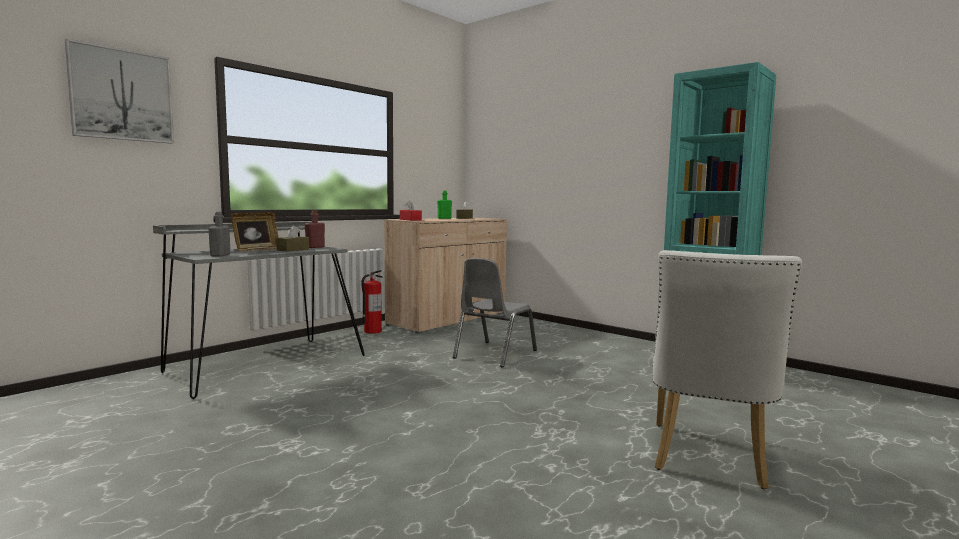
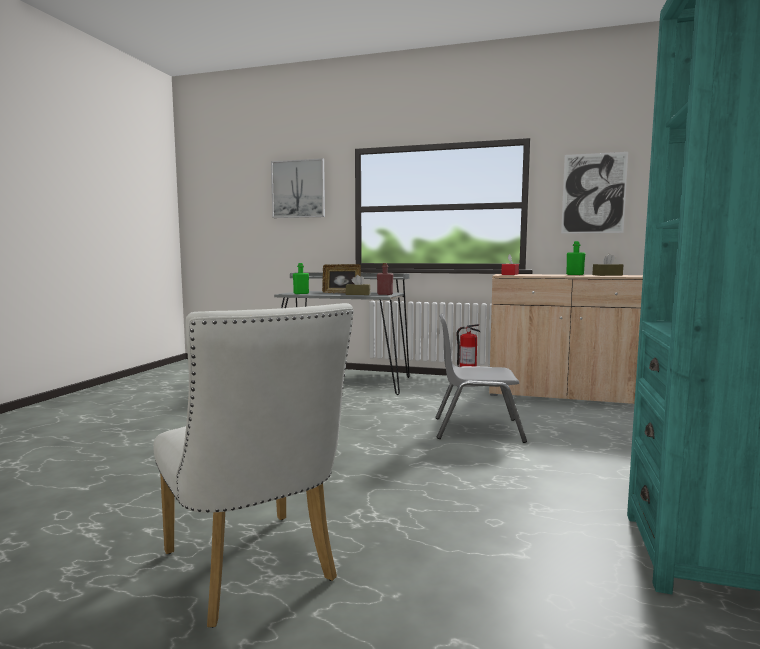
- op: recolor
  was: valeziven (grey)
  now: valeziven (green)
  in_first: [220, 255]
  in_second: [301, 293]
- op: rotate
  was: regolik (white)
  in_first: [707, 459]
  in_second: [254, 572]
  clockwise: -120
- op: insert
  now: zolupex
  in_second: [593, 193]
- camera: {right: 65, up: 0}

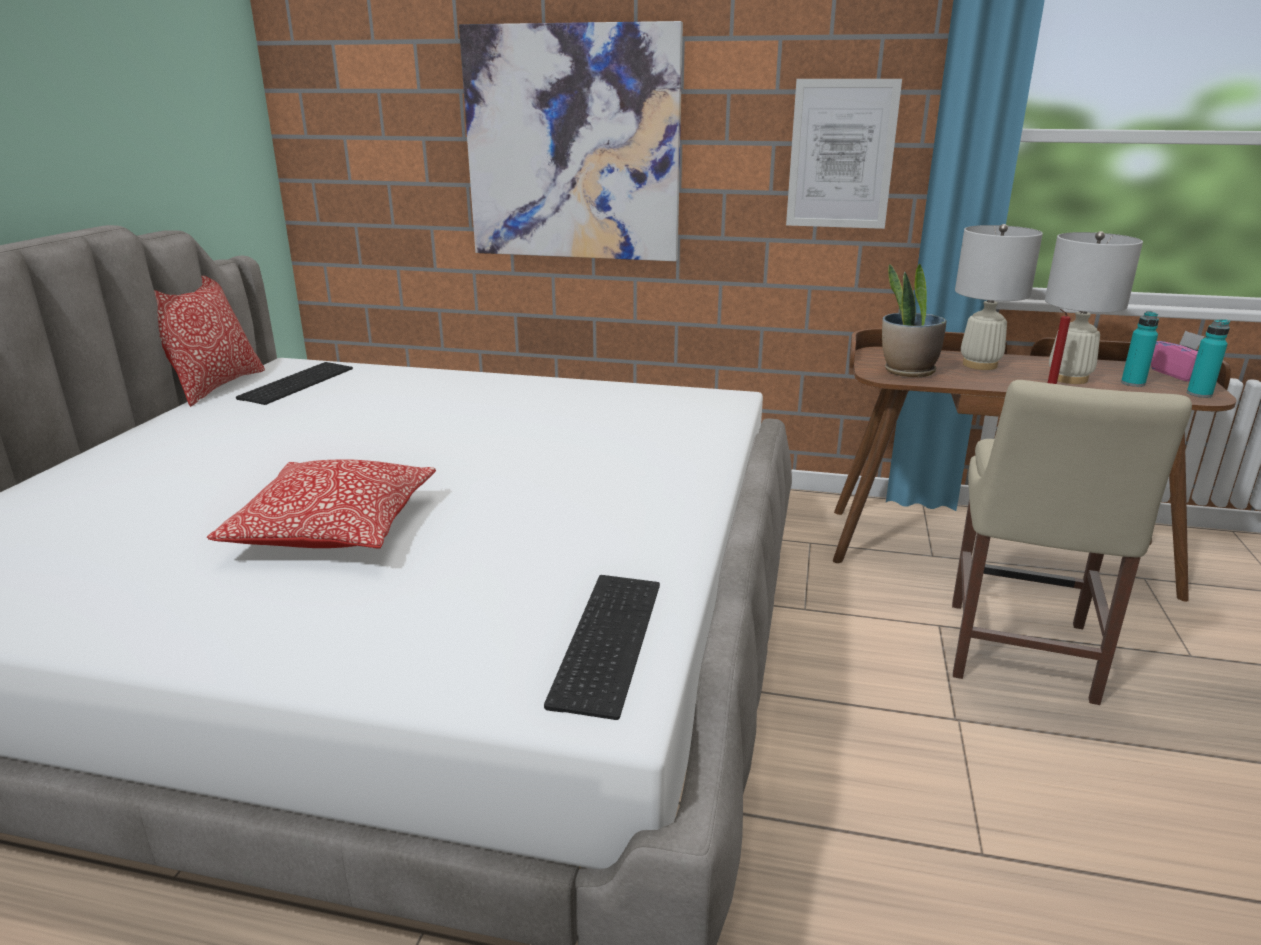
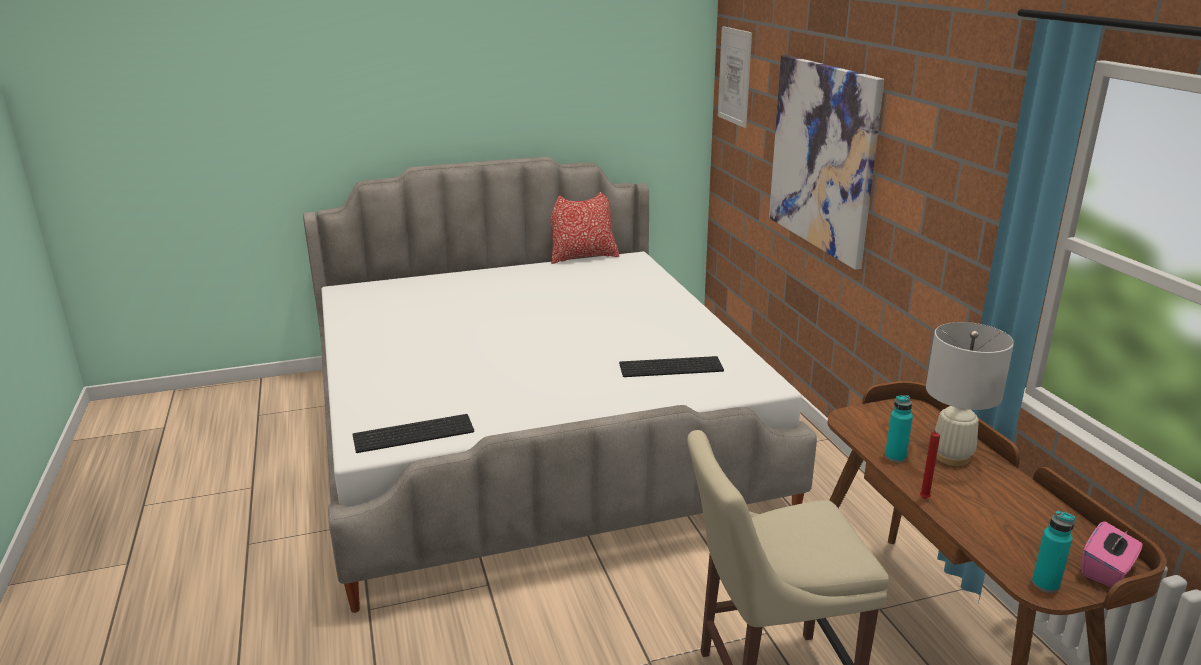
- op: move
  was: zolupex
  in_first: [841, 155]
  in_second: [734, 76]
- op: delete
  was: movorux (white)
  in_first: [1068, 378]
- op: delete
  was: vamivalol
  in_first: [907, 371]
- op: move
  was: valeziven (turquoise)
  in_first: [1133, 383]
  in_second: [895, 457]
- op: move
  was: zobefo
  in_first: [296, 382]
  in_second: [671, 366]
- op: delete
  was: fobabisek
  in_first: [334, 529]
- camera: {right: 60, up: 0}

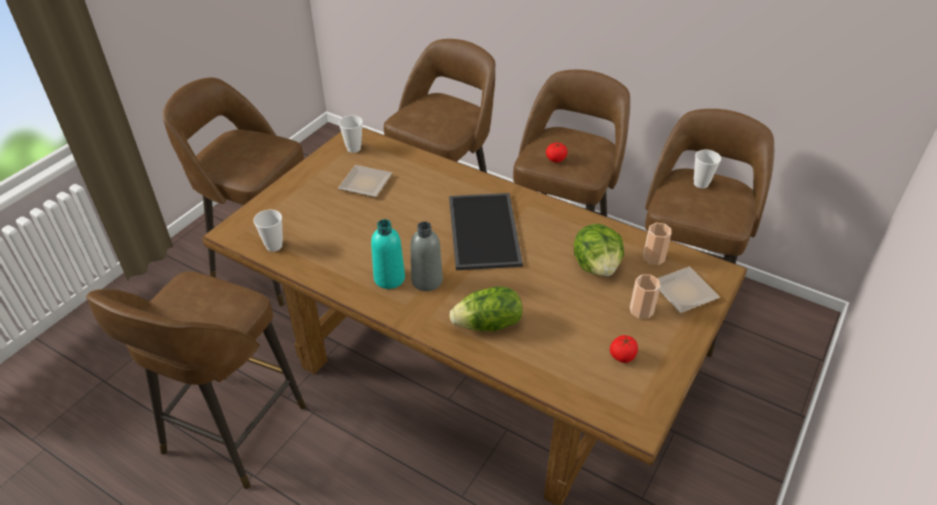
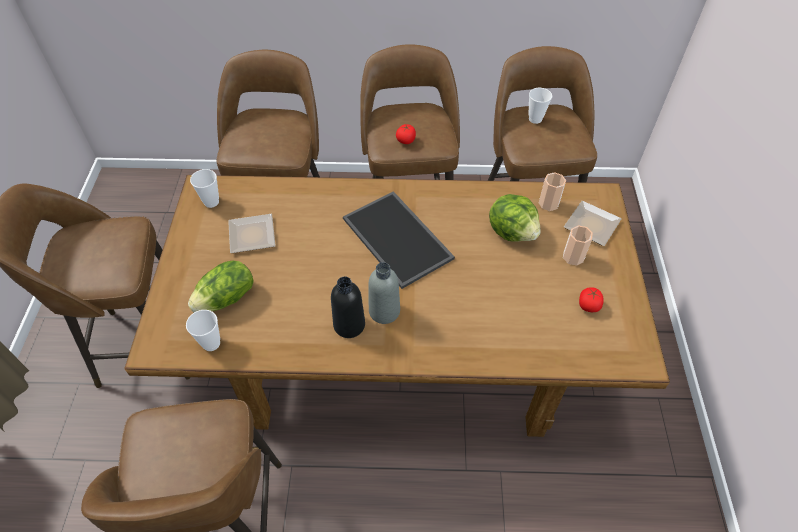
- op: recolor
  was: valeziven (turquoise)
  now: valeziven (black)
  in_first: [389, 278]
  in_second: [349, 325]
- op: move
  was: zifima
  in_first: [488, 324]
  in_second: [227, 298]
- camera: {right: -30, up: 10}

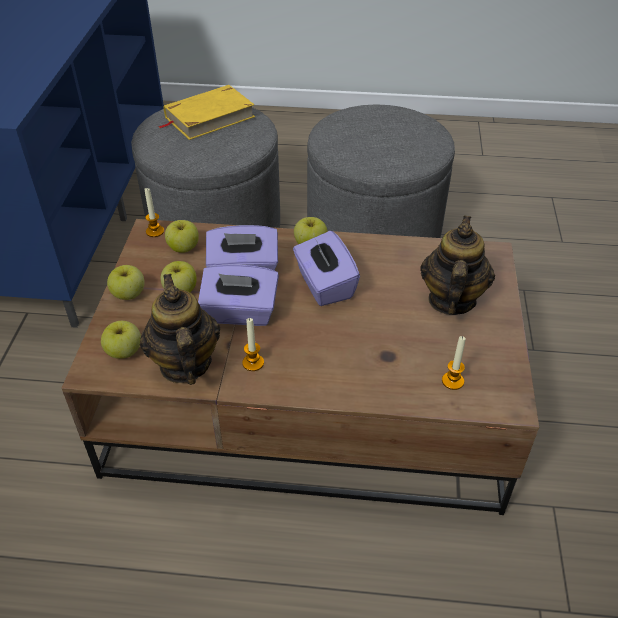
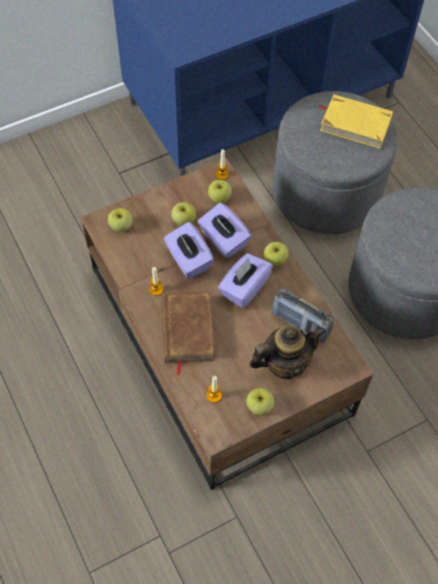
- op: move
  was: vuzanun
  in_first: [129, 294]
  in_second: [259, 406]
- op: delete
  was: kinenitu
  in_first: [184, 364]
- op: insert
  now: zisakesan
  in_second: [300, 324]
- op: insert
  now: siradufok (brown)
  in_second: [187, 330]
- camera: {right: 55, up: 15}

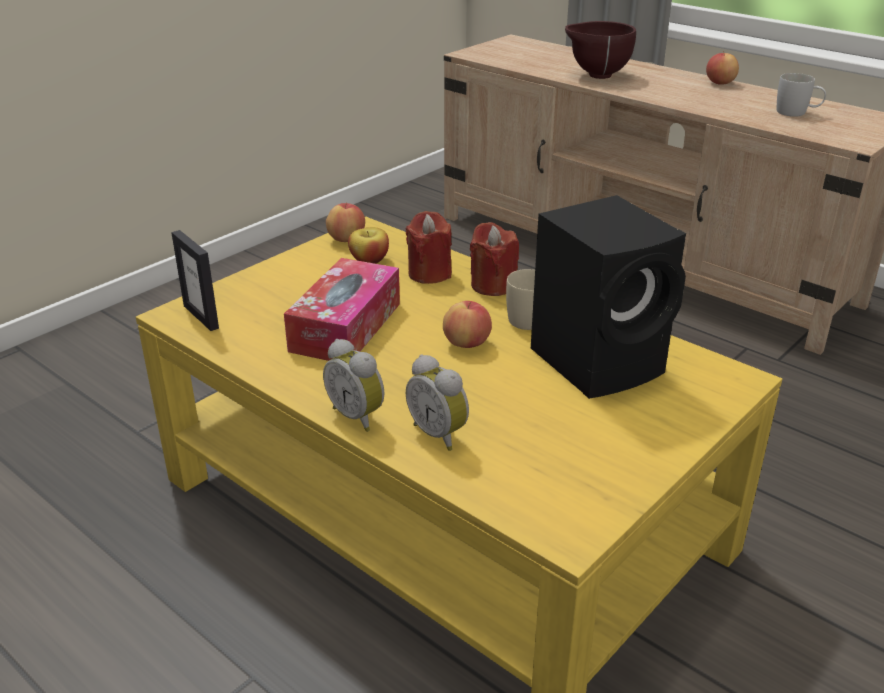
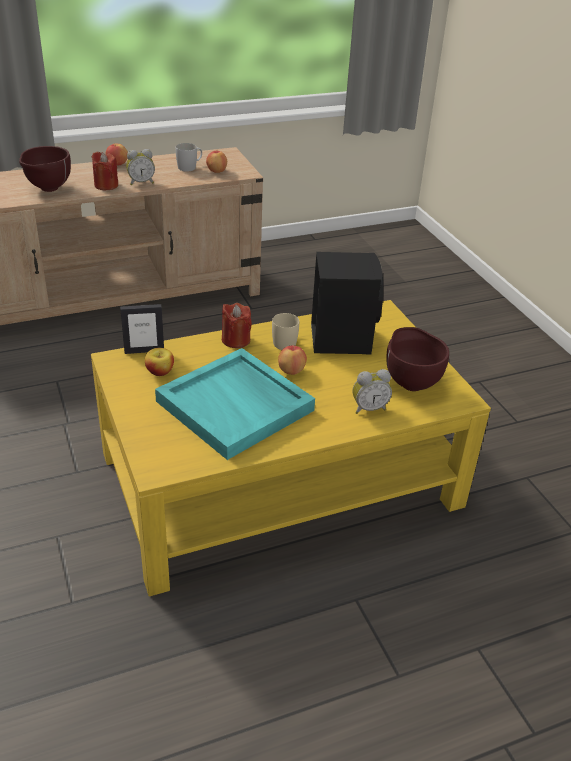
- op: move
  was: vuzanun
  in_first: [346, 239]
  in_second: [217, 171]
- op: move
  was: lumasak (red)
  in_first: [429, 273]
  in_second: [106, 185]
- op: move
  was: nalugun
  in_first: [201, 317]
  in_second: [144, 350]
- op: replace
  was: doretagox
  now: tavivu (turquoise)
  in_first: [346, 327]
  in_second: [236, 406]
- op: move
  was: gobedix
  in_first: [358, 416]
  in_second: [141, 182]
- op: insert
  now: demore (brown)
  in_second: [411, 383]
- camera: {right: -65, up: 5}

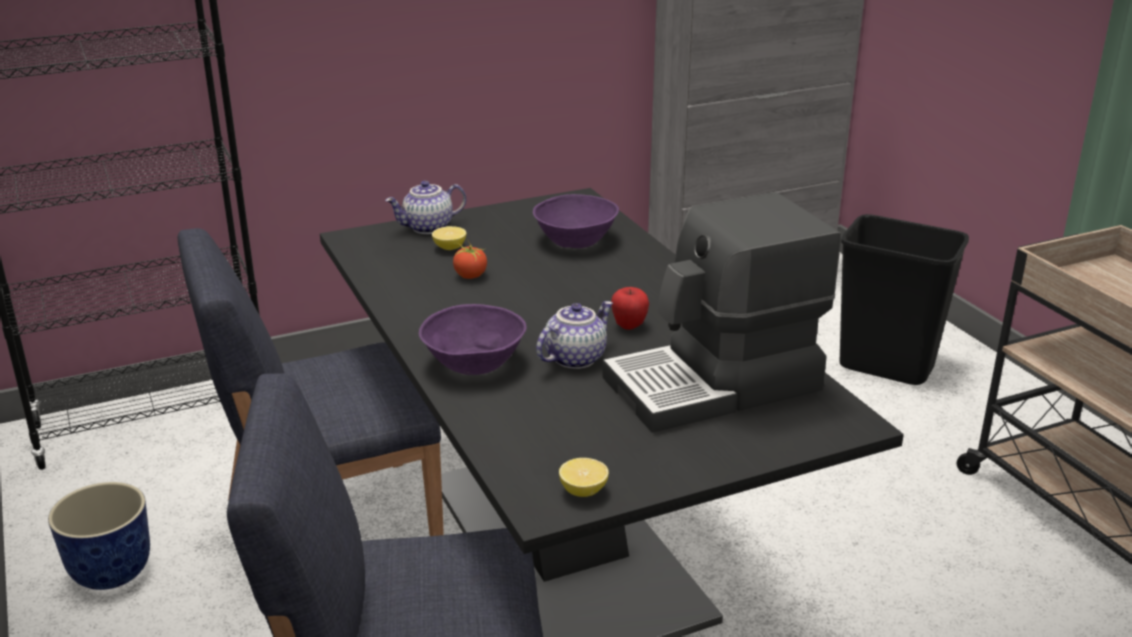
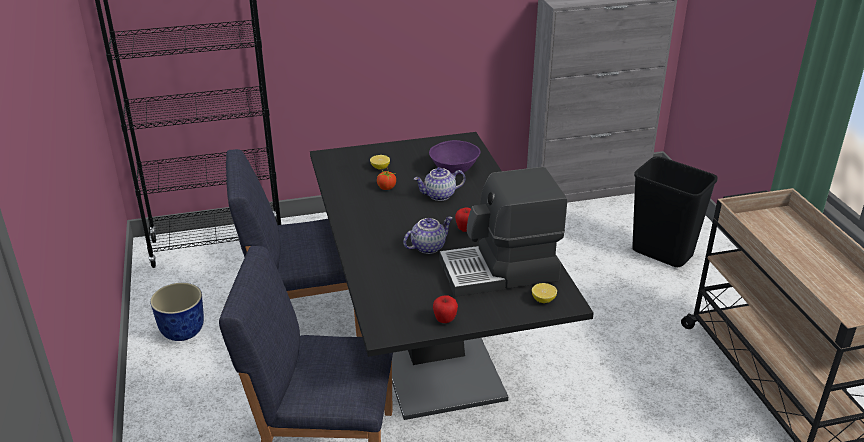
- op: move
  was: kinenitu
  in_first: [428, 228]
  in_second: [439, 196]
- op: delete
  was: demore (purple)
  in_first: [475, 364]
- op: move
  was: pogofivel
  in_first: [583, 491]
  in_second: [543, 300]
- op: insert
  now: vuzanun
  in_second: [445, 320]
- camera: {right: 10, up: 5}

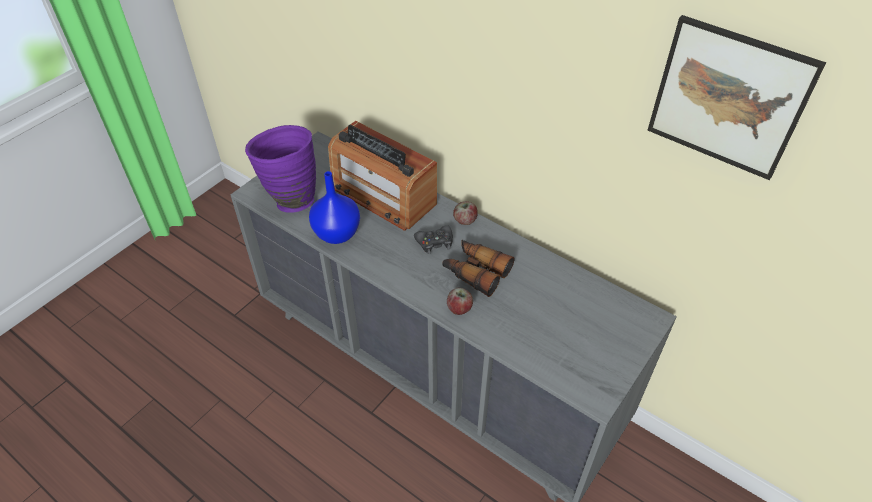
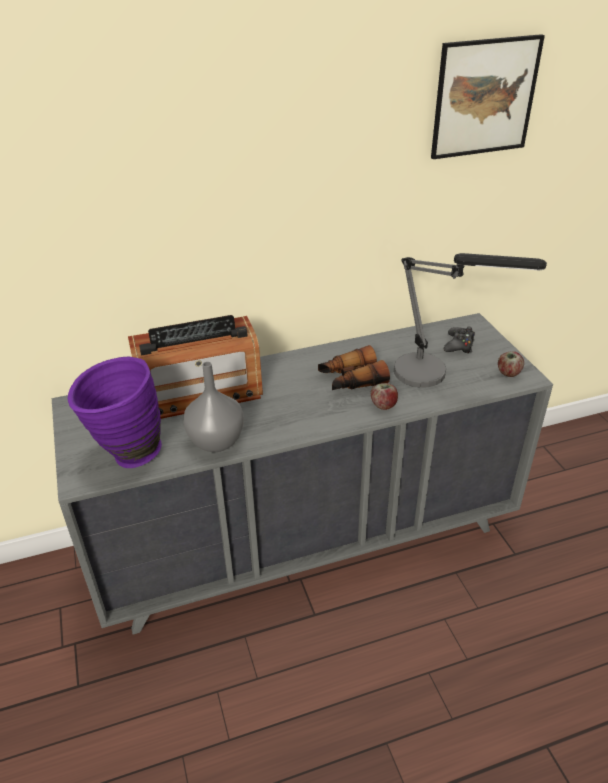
- op: recolor
  was: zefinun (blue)
  now: zefinun (grey)
  in_first: [338, 234]
  in_second: [217, 441]
- op: move
  was: vuzanun
  in_first: [465, 220]
  in_second: [508, 373]
- op: move
  was: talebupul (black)
  in_first: [435, 242]
  in_second: [459, 345]
- op: insert
  now: movorux
  in_second: [435, 375]
- camera: {right: -55, up: -10}

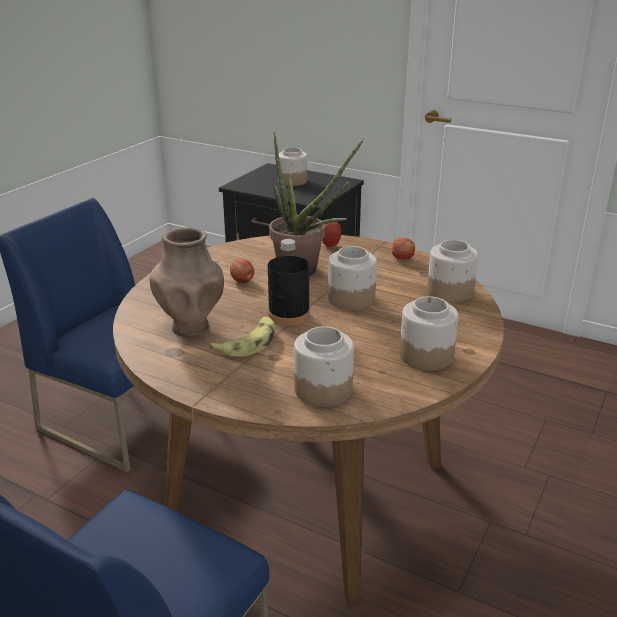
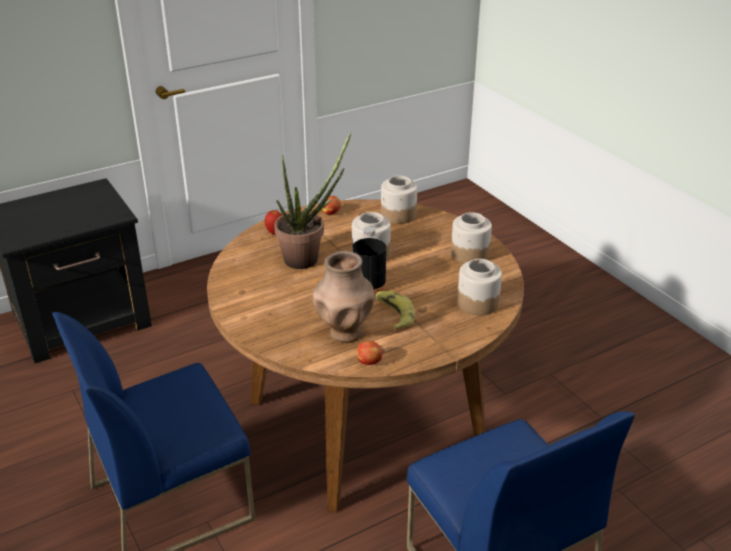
- op: delete
  was: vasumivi
  in_first: [292, 181]
- op: move
  was: vuzanun
  in_first: [242, 281]
  in_second: [369, 362]
- camera: {right: -60, up: 5}

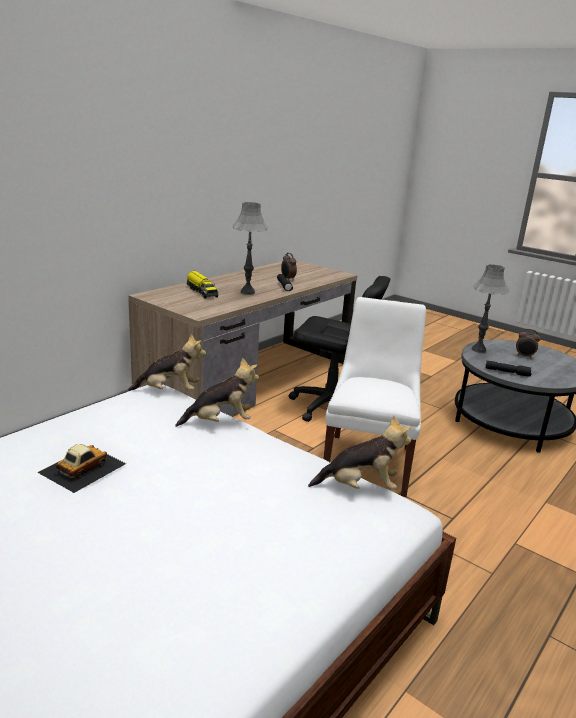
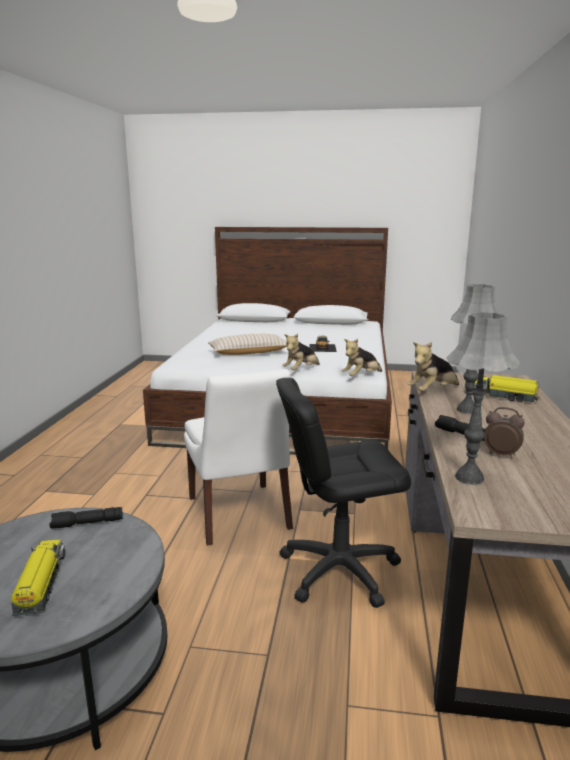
- op: move
  was: movorux (grey)
  in_first: [478, 350]
  in_second: [469, 478]
- op: replace
  was: gobedix
  now: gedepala
  in_first: [524, 356]
  in_second: [41, 584]
- op: move
  was: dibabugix
  in_first: [360, 487]
  in_second: [433, 392]
- op: insert
  now: fobabisek (beige)
  in_second: [249, 353]
- camera: {right: 150, up: -5}

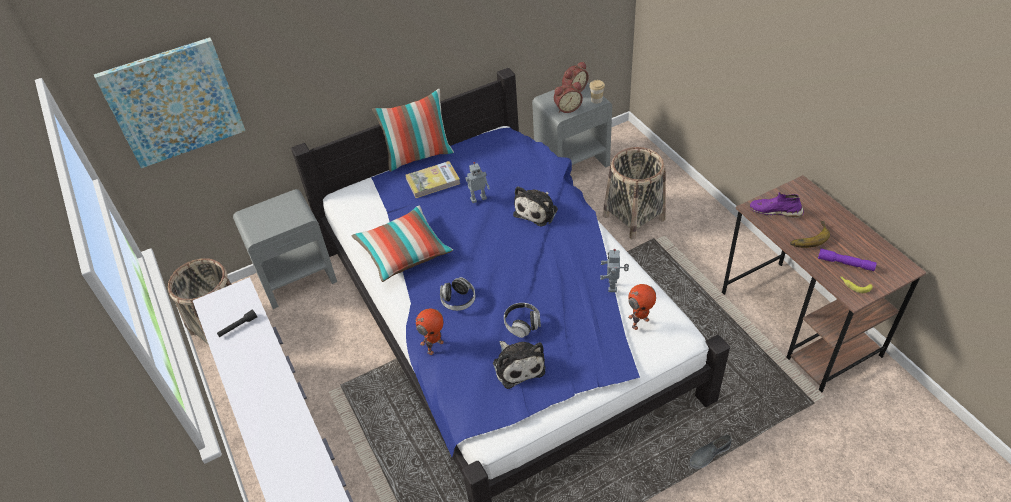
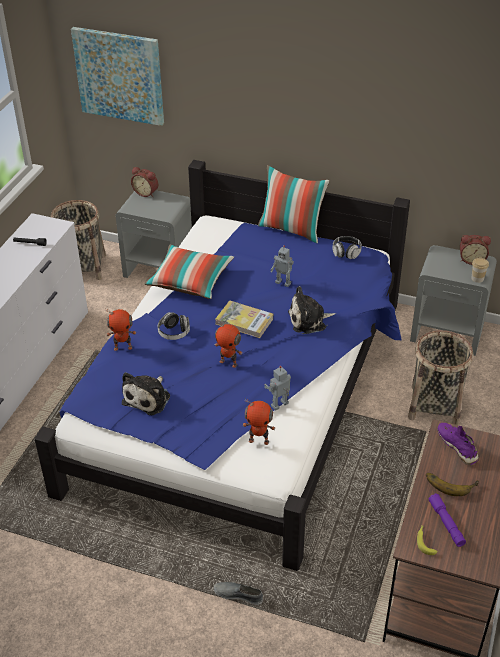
- op: move
  was: gobedix
  in_first: [567, 108]
  in_second: [146, 192]
- op: move
  was: siradufok
  in_first: [433, 181]
  in_second: [244, 321]
- op: move
  was: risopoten
  in_first: [522, 324]
  in_second: [346, 252]
- op: insert
  now: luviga
  in_second: [229, 362]
- camera: {right: 45, up: -5}

